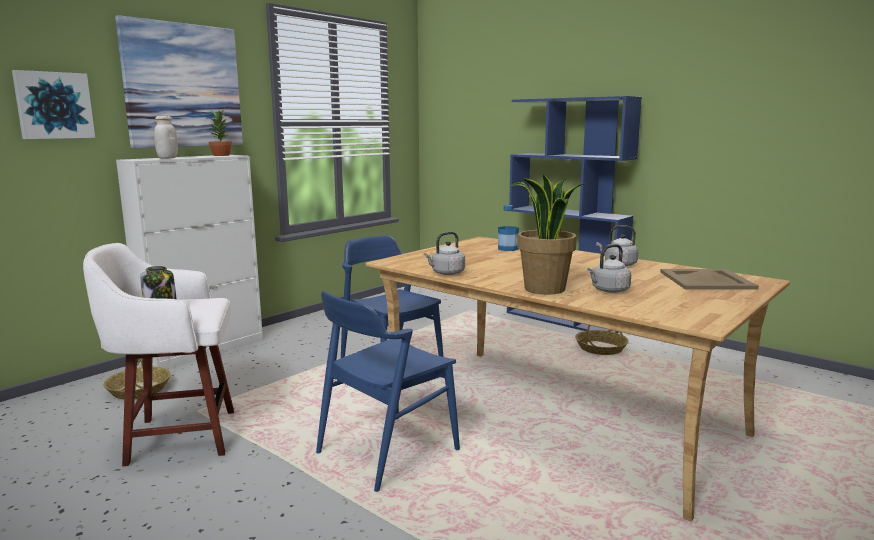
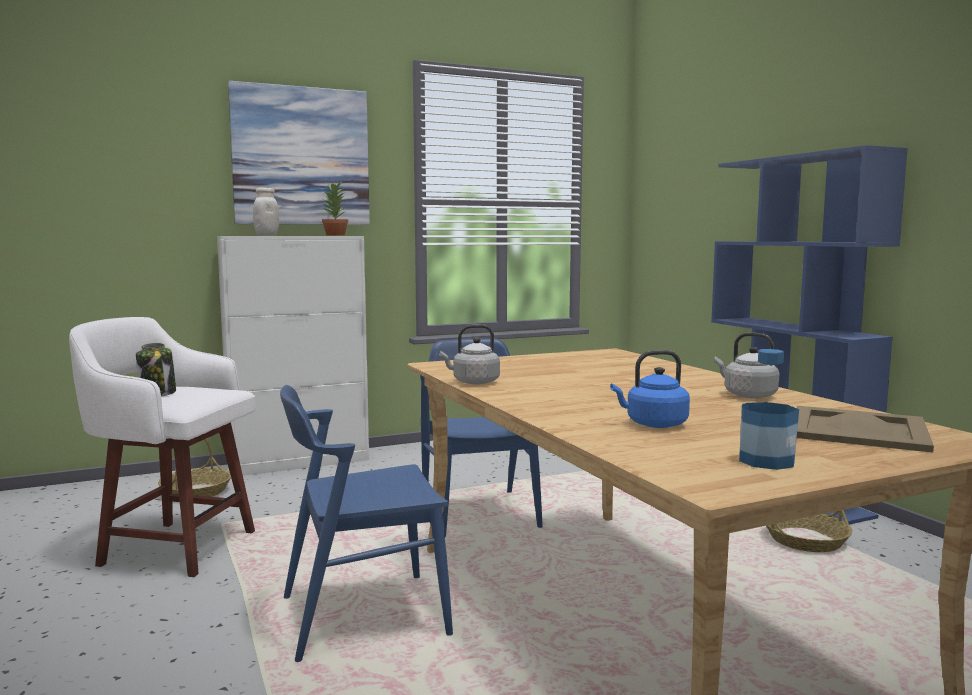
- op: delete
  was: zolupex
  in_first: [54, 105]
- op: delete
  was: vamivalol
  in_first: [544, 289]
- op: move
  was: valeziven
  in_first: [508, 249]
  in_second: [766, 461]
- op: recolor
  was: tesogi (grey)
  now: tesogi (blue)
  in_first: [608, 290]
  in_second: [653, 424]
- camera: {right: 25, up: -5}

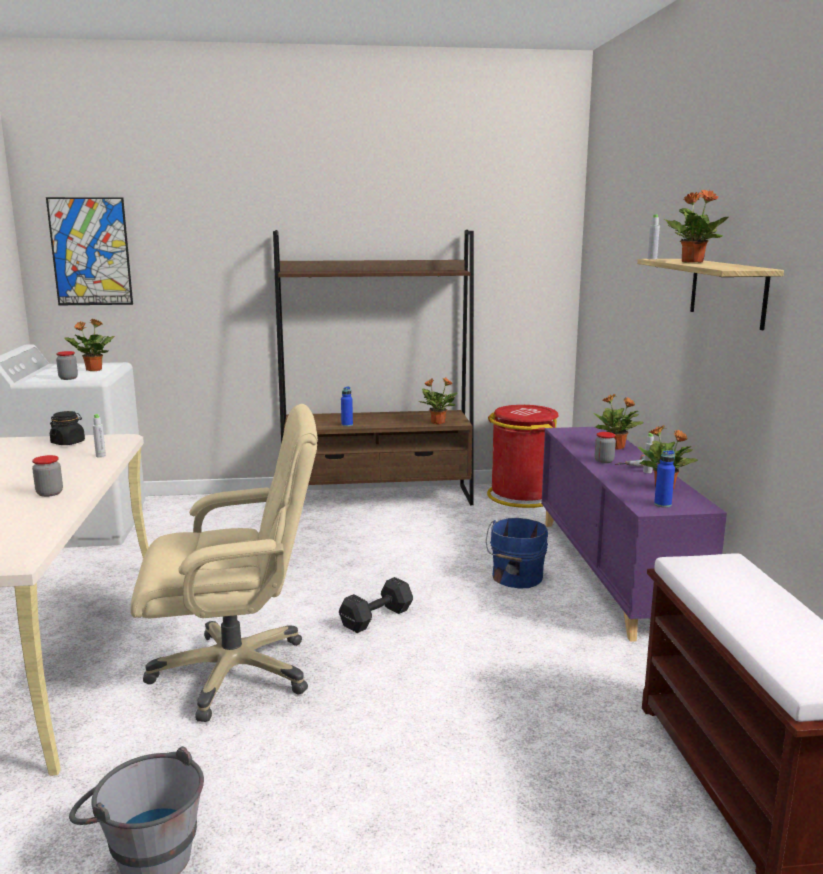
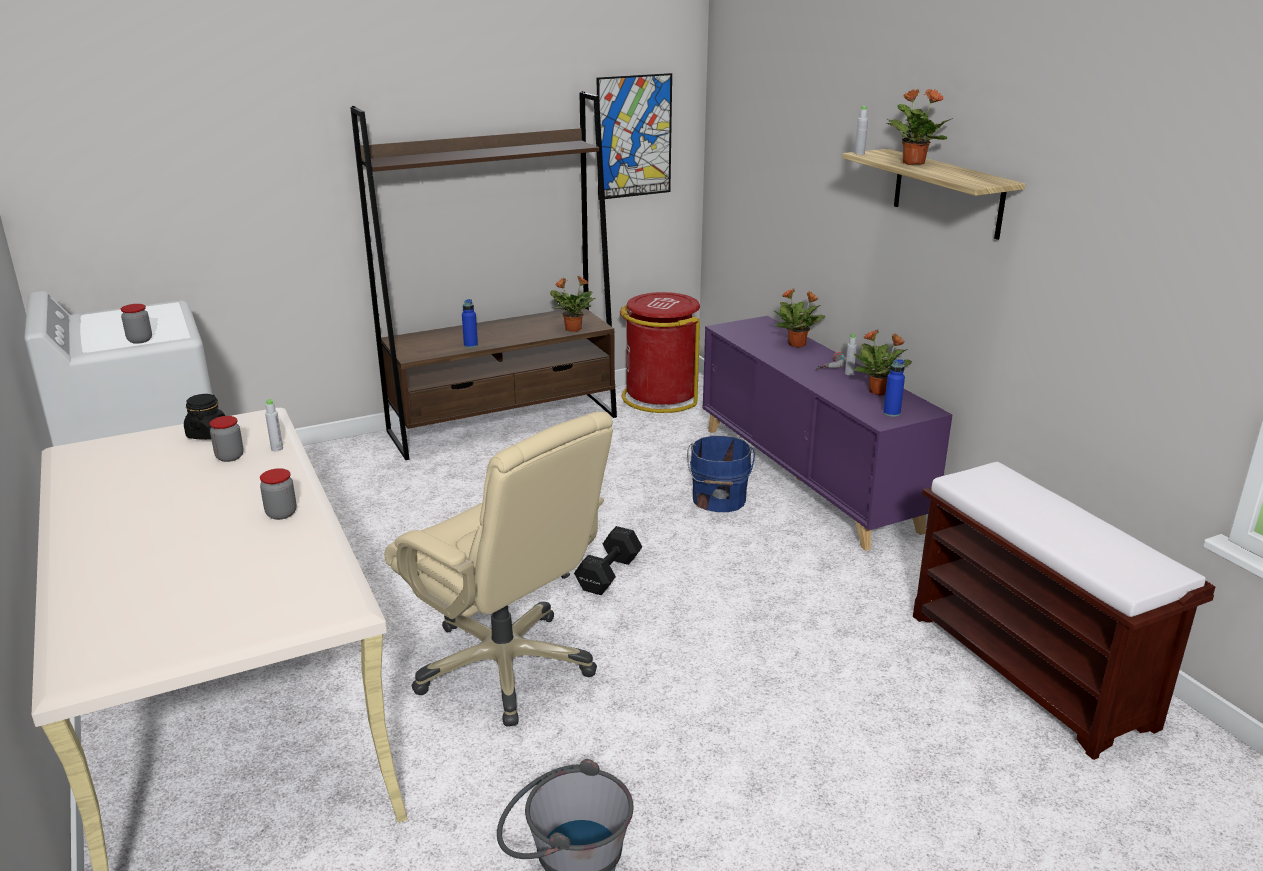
- op: move
  was: zolupex
  in_first: [90, 252]
  in_second: [634, 136]
- op: delete
  was: vamivalol
  in_first: [93, 370]
- op: rotate
  was: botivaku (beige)
  in_first: [235, 672]
  in_second: [505, 666]
  clockwise: 75
- op: move
  was: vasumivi
  in_first: [604, 461]
  in_second: [230, 457]
- camera: {right: -20, up: 10}

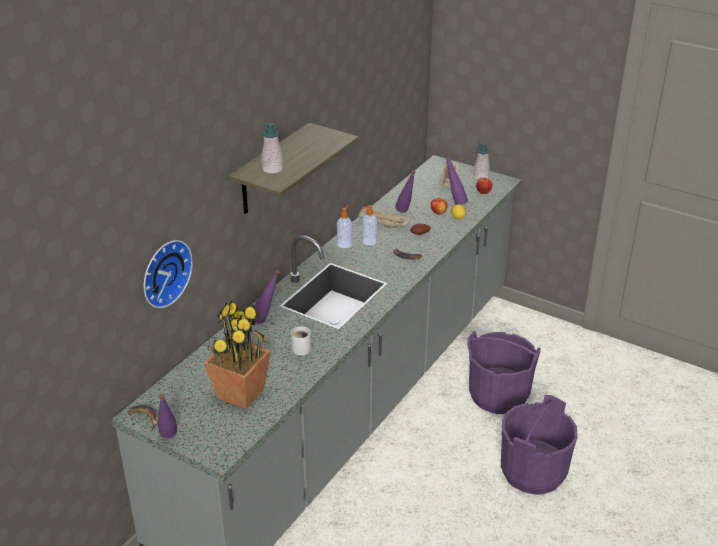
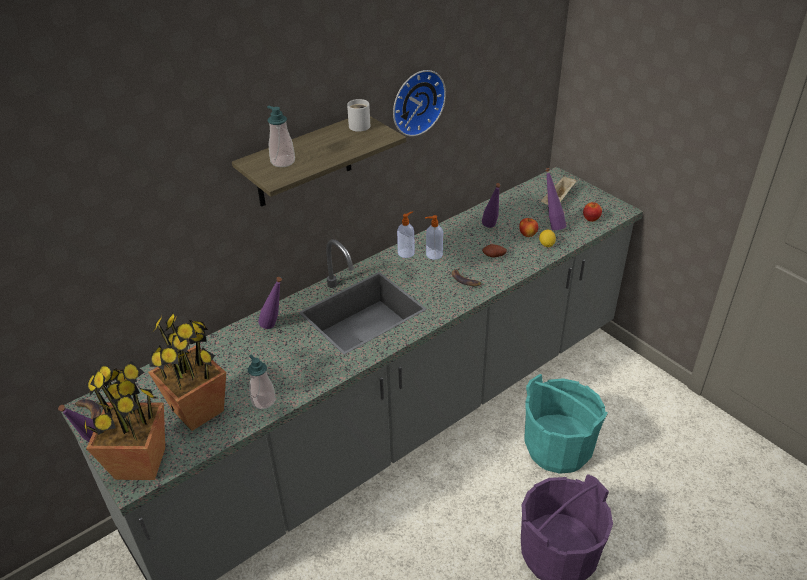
- op: move
  was: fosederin
  in_first: [481, 177]
  in_second: [263, 401]
- op: delete
  was: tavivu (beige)
  in_first: [382, 224]
- op: move
  was: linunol
  in_first: [163, 272]
  in_second: [416, 101]
- op: move
  was: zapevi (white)
  in_first: [301, 348]
  in_second: [360, 125]
- op: recolor
  was: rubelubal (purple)
  now: rubelubal (turquoise)
  in_first: [498, 395]
  in_second: [558, 448]
- op: insert
  now: vamivalol
  in_second: [140, 463]
- camera: {right: 20, up: 5}

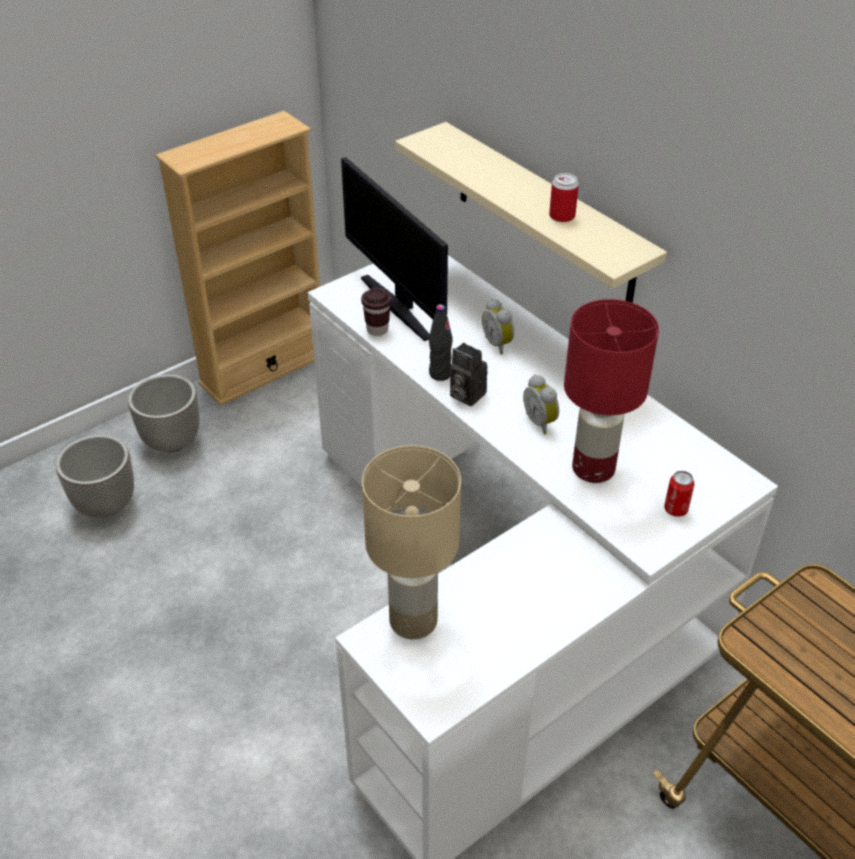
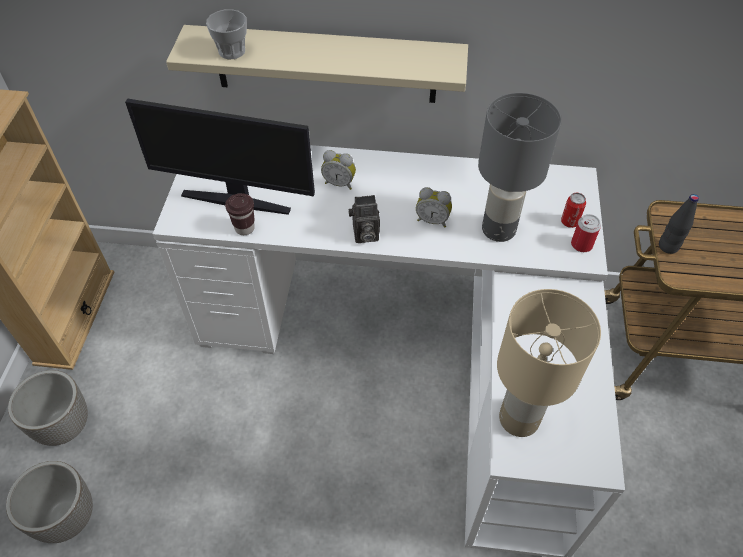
- op: move
  was: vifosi
  in_first: [562, 216]
  in_second: [581, 245]
- op: recolor
  was: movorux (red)
  now: movorux (grey)
  in_first: [594, 469]
  in_second: [499, 229]
- op: move
  was: valeziven (black)
  in_first: [440, 374]
  in_second: [668, 246]
- op: insert
  now: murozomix
  in_second: [232, 51]
- camera: {right: -45, up: 10}

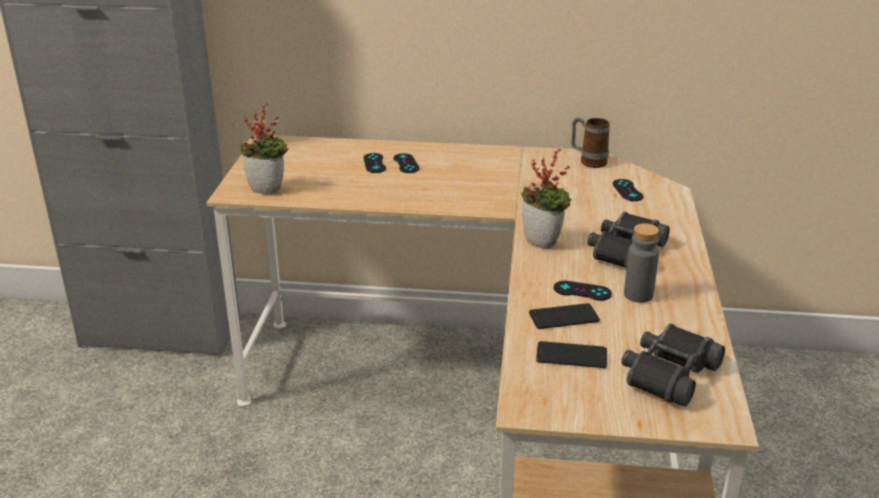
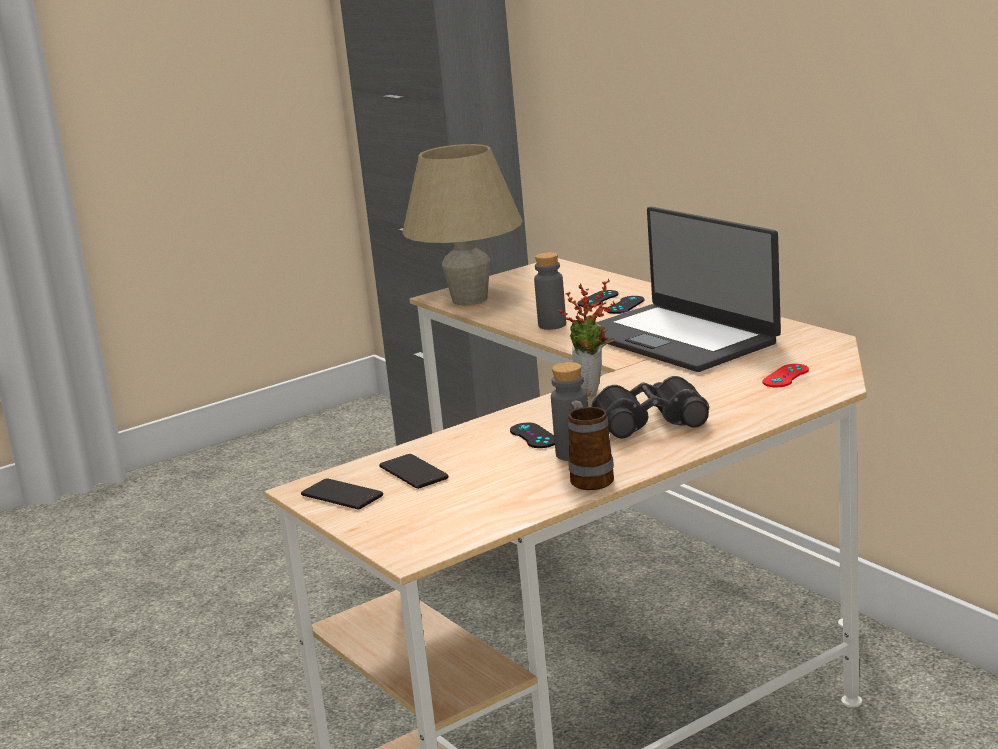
- op: replace
  was: vamivalol
  now: movorux (beige)
  in_first: [269, 189]
  in_second: [469, 300]
- op: move
  was: zapevi
  in_first: [588, 161]
  in_second: [589, 478]
- op: recolor
  was: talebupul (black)
  now: talebupul (red)
  in_first: [627, 190]
  in_second: [785, 376]
- op: move
  was: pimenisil
  in_first: [564, 317]
  in_second: [342, 495]
- op: delete
  was: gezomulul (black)
  in_first: [668, 374]
- op: insert
  now: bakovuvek
  in_second: [678, 338]
- op: insert
  now: valeziven (grey)
  in_second: [552, 325]
- camera: {right: 50, up: -10}

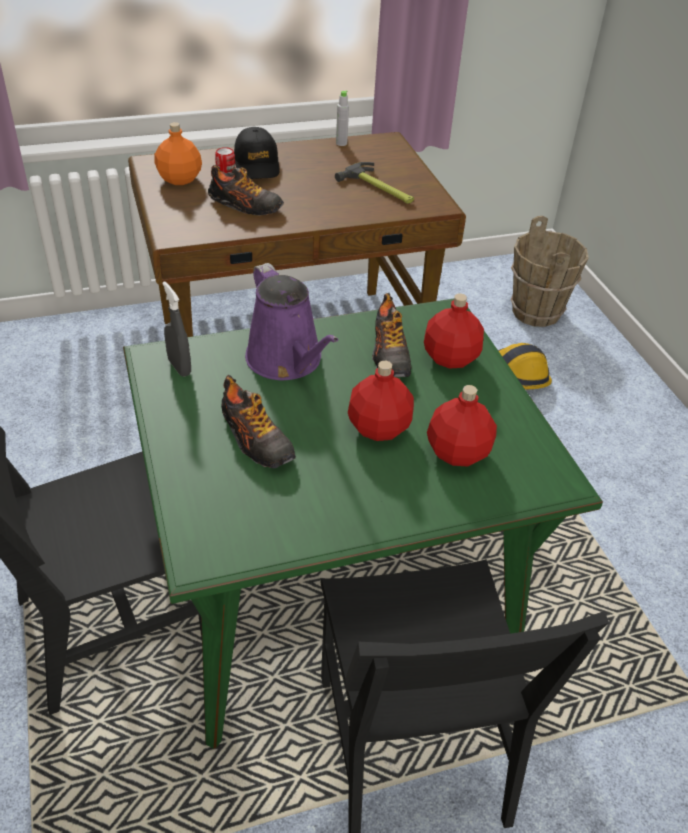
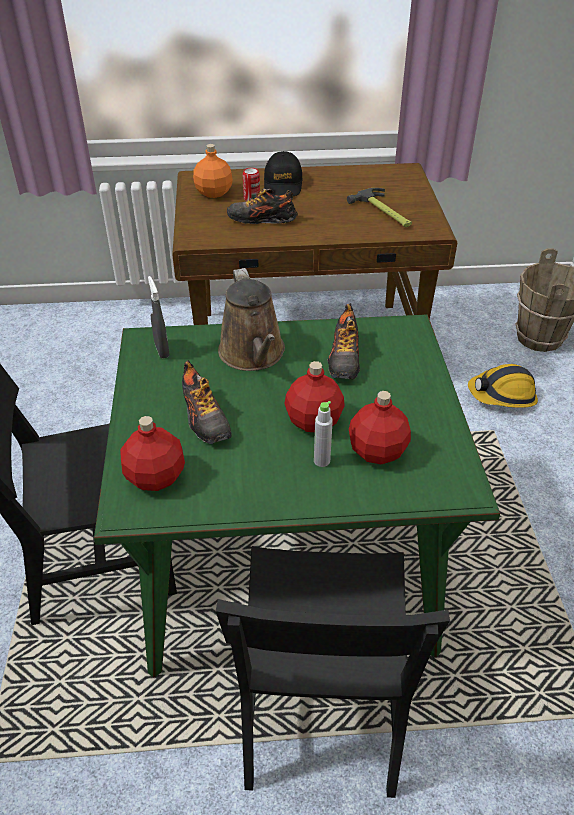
- op: move
  was: valeziven (grey)
  in_first: [341, 143]
  in_second: [322, 461]
- op: rotate
  was: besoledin
  in_first: [245, 206]
  in_second: [261, 219]
  clockwise: 150
- op: recolor
  was: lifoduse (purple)
  now: lifoduse (brown)
  in_first: [287, 361]
  in_second: [253, 354]
- op: move
  was: valeziven (red)
  in_first: [450, 357]
  in_second: [155, 476]
- camera: {right: 15, up: 0}

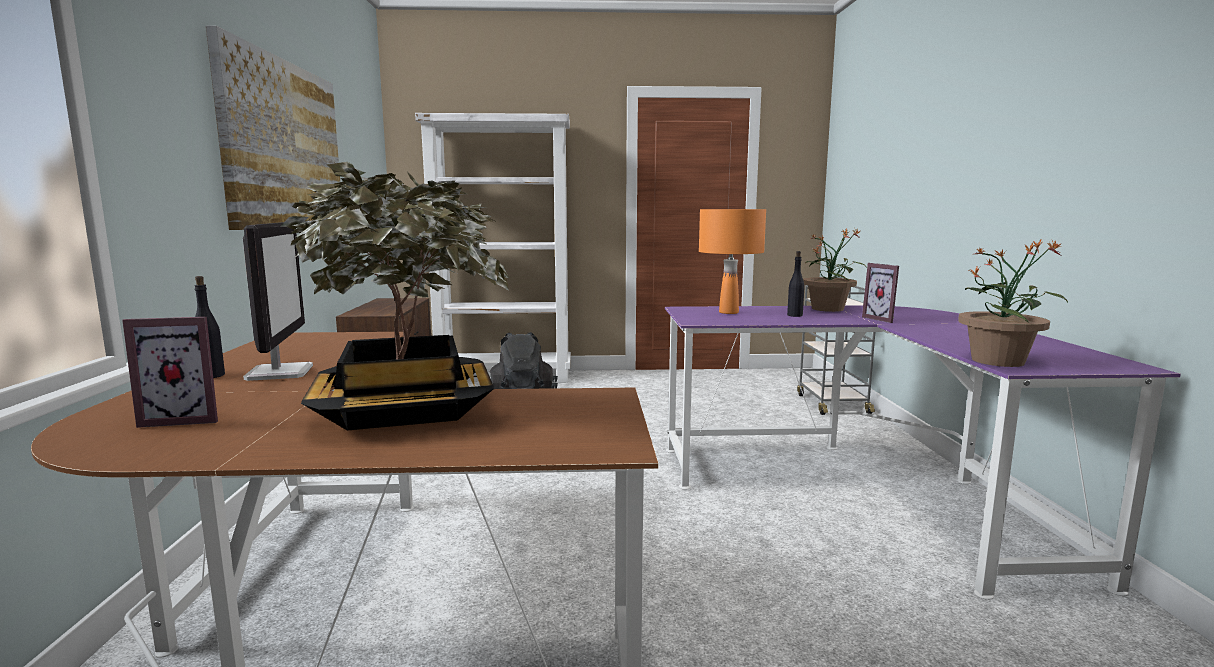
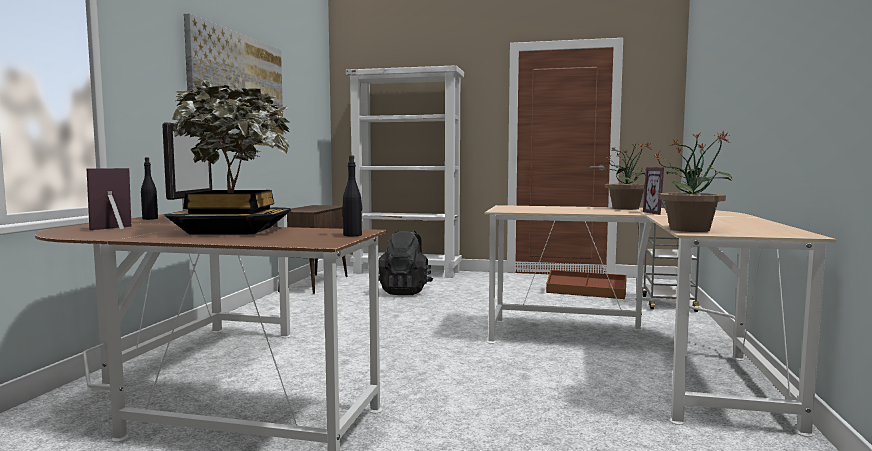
- op: delete
  was: movorux (orange)
  in_first: [728, 312]
- op: move
  was: valeziven (black)
  in_first: [795, 315]
  in_second: [353, 235]
- op: recolor
  was: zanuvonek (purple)
  now: zanuvonek (beige)
  in_first: [862, 489]
  in_second: [638, 355]
- op: rotate
  was: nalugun
  in_first: [186, 418]
  in_second: [116, 228]
  clockwise: 120
- op: insert
  now: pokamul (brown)
  in_second: [585, 293]
- camera: {right: 15, up: -5}

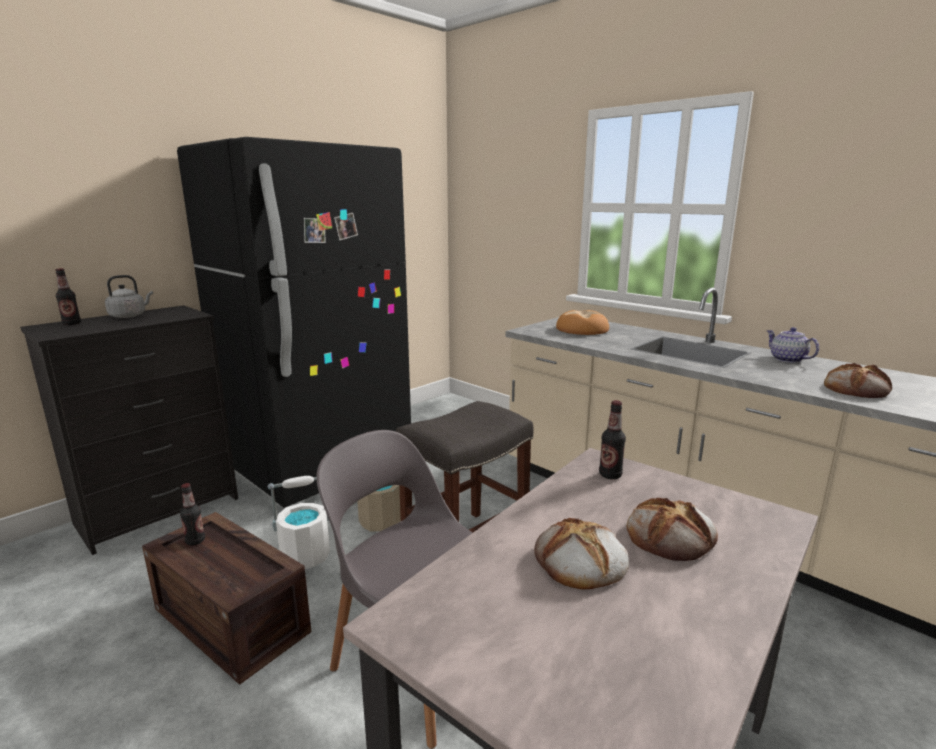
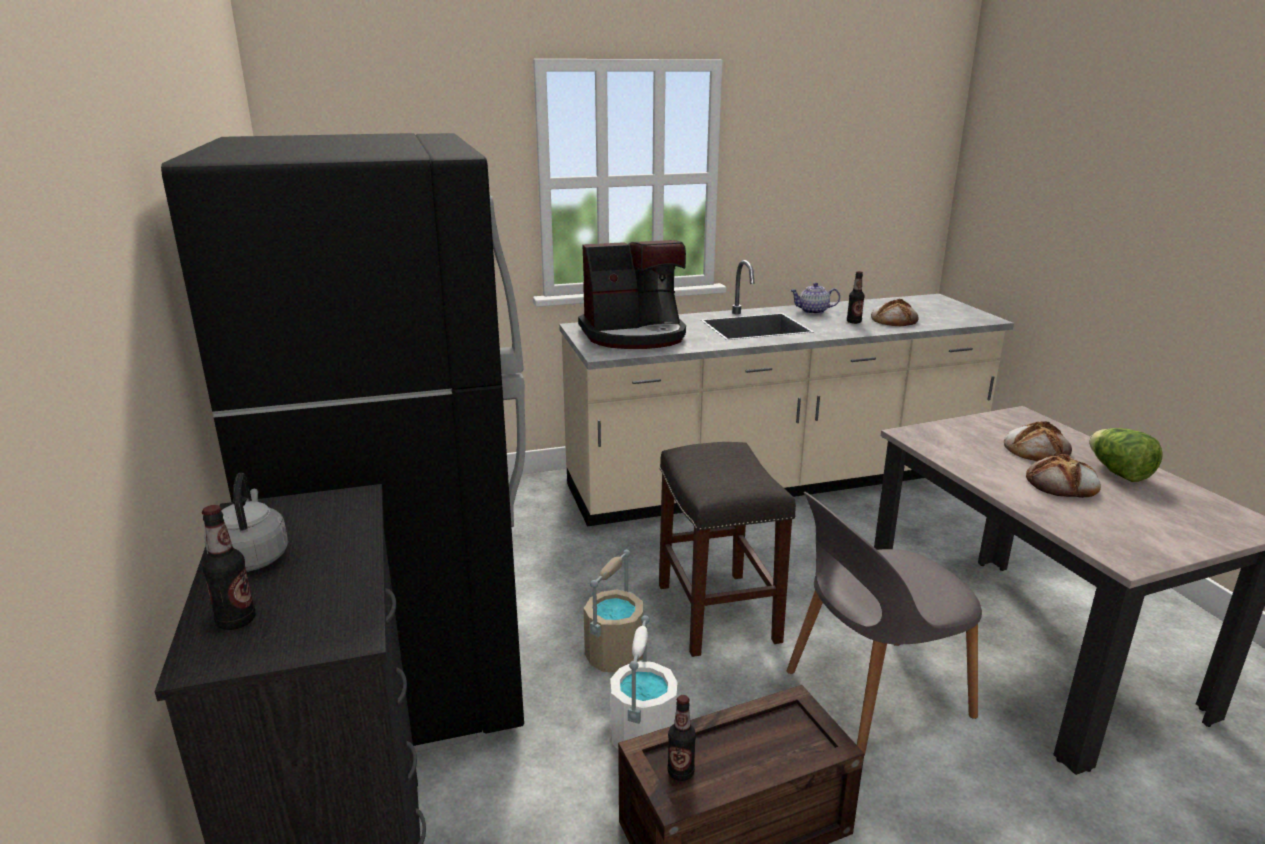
- op: replace
  was: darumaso
  now: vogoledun
  in_first: [582, 329]
  in_second: [634, 335]
- op: move
  was: valeziven
  in_first: [610, 475]
  in_second: [853, 322]
- op: insert
  now: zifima
  in_second: [1118, 473]
- camera: {right: -60, up: 5}

